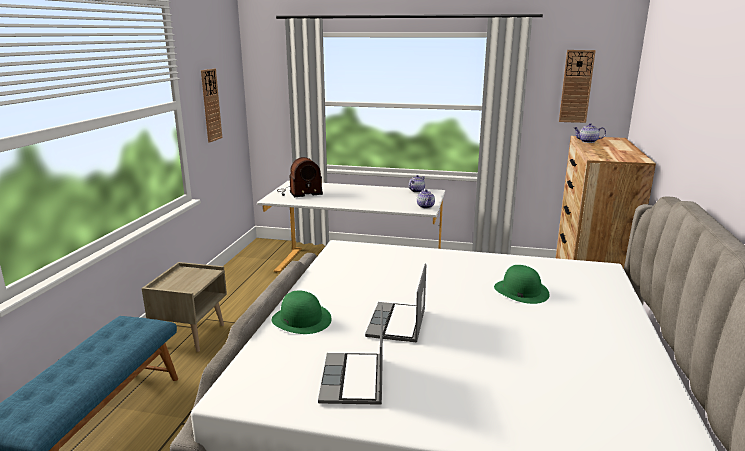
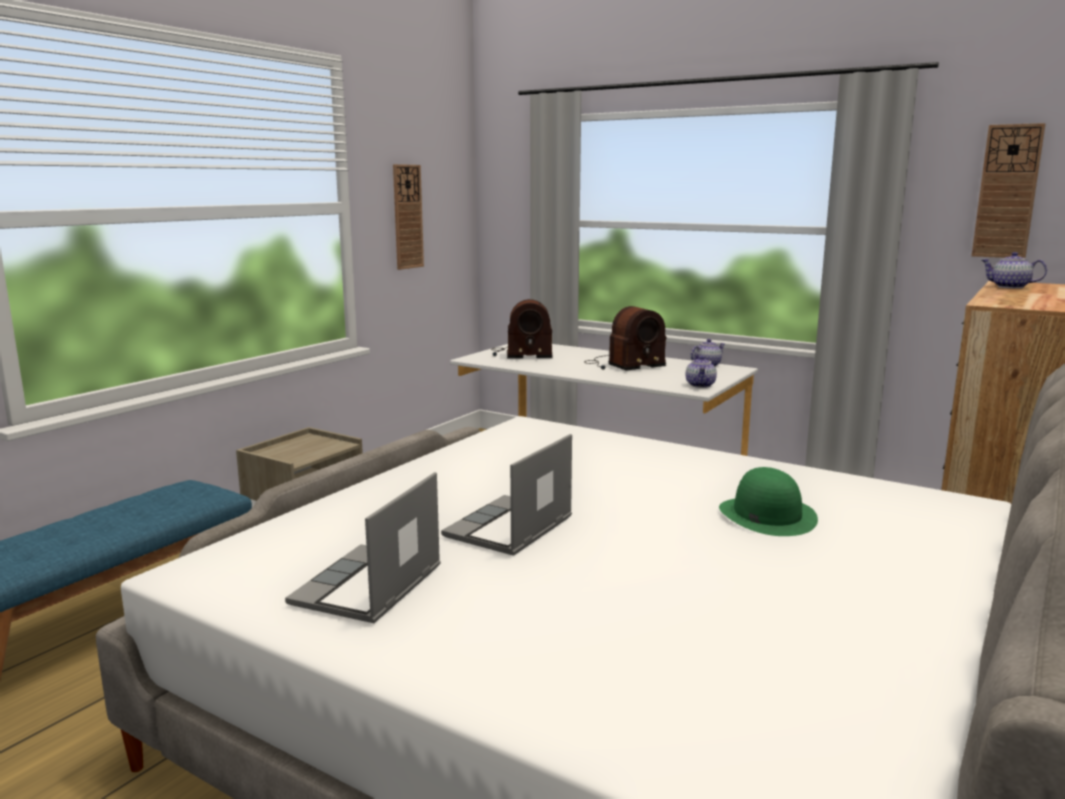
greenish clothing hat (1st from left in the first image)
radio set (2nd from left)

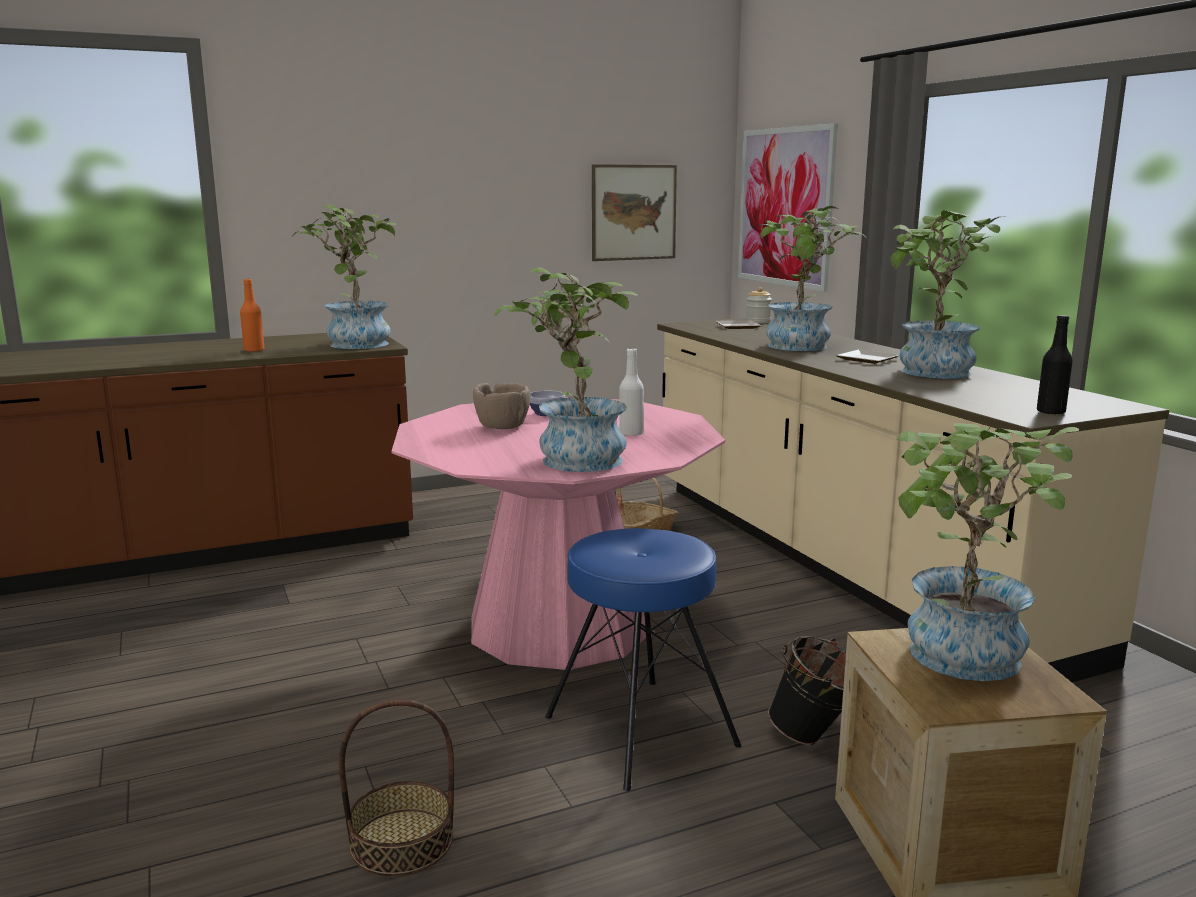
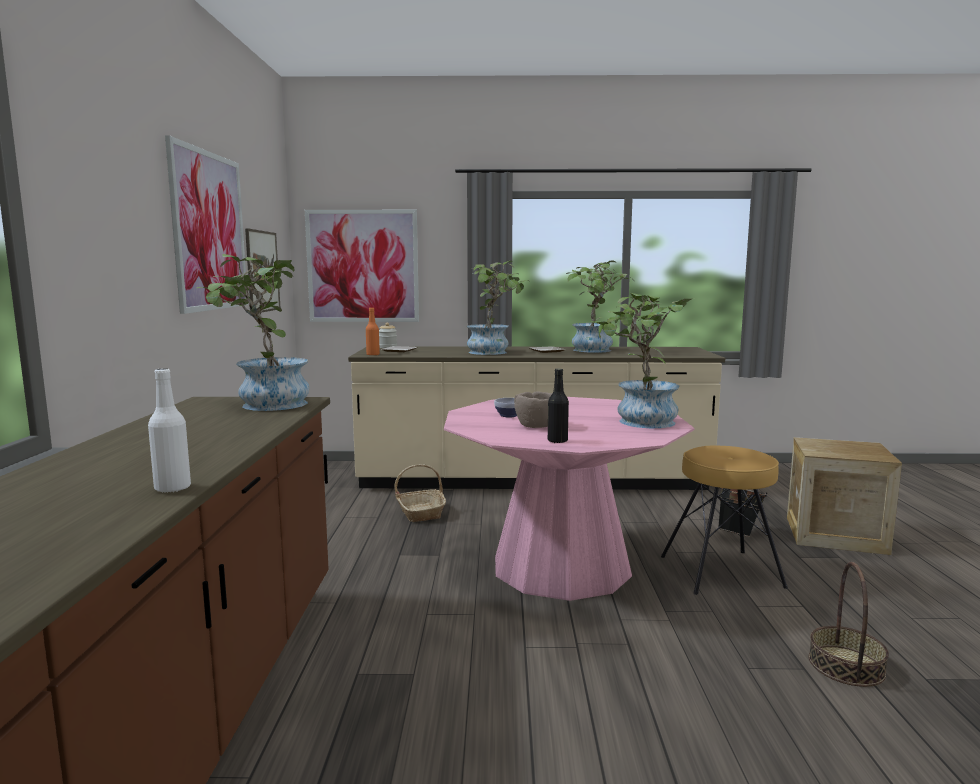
houseplant (5th from left in the first image)
picture (1st from left)
orange-coloured beverage bottle
white-coloured beverage bottle
blackish beverage bottle
brown-coloured stool seat

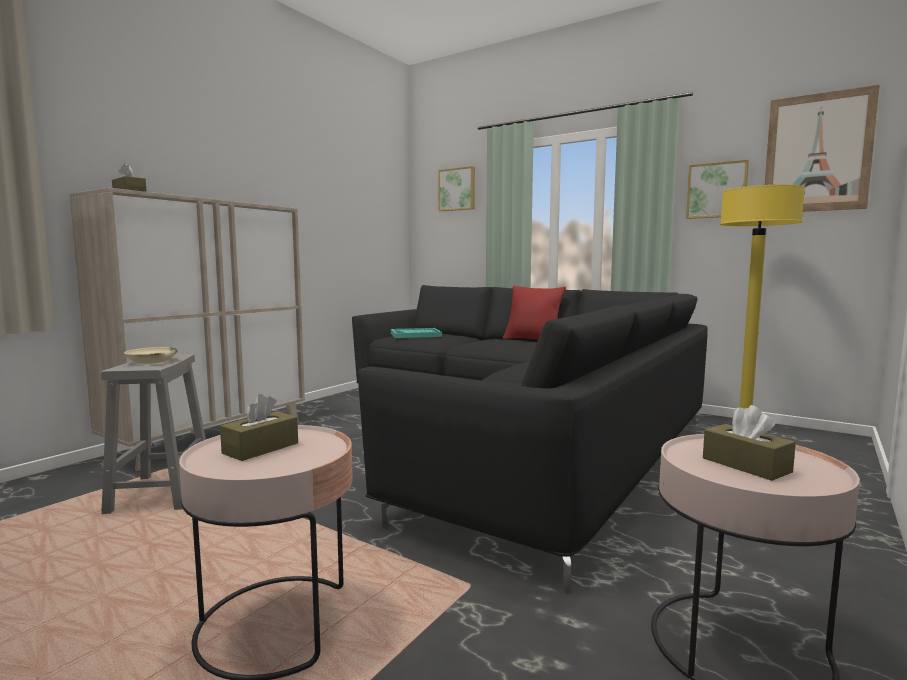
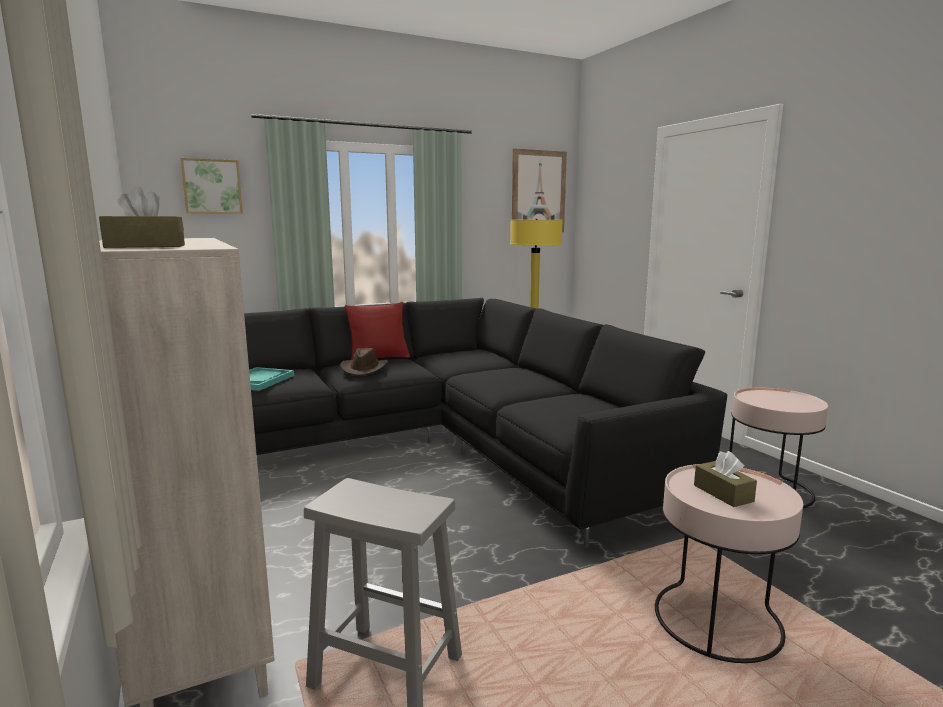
beige-coloured bowl
picture (2nd from left in the first image)
brown-coloured tissue holder (3rd from left in the first image)
brown-coloured clothing hat

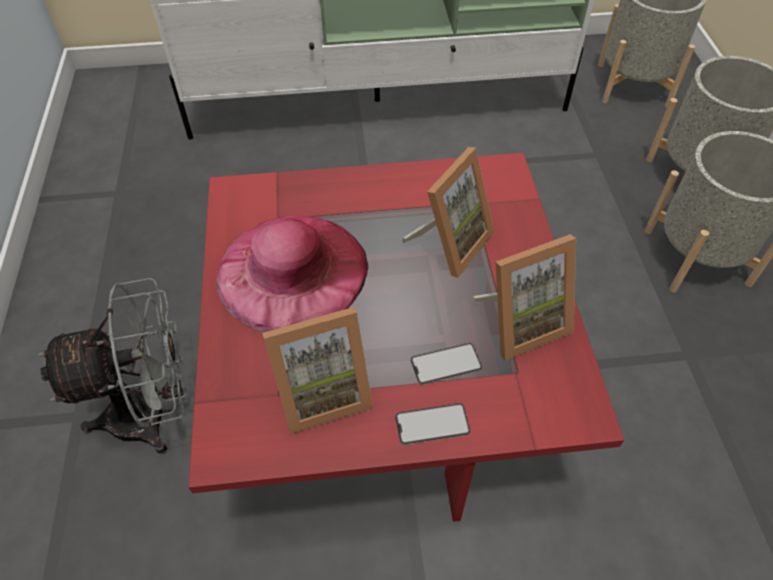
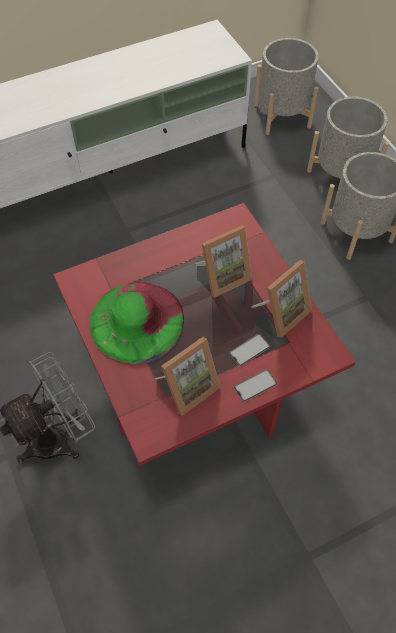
greenish clothing hat
photo frame (2nd from left)

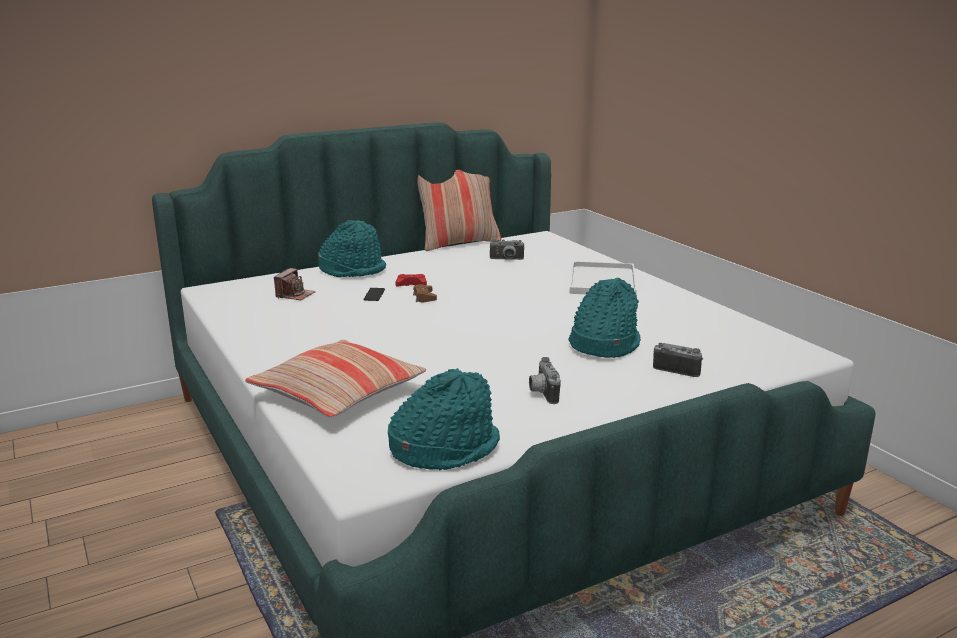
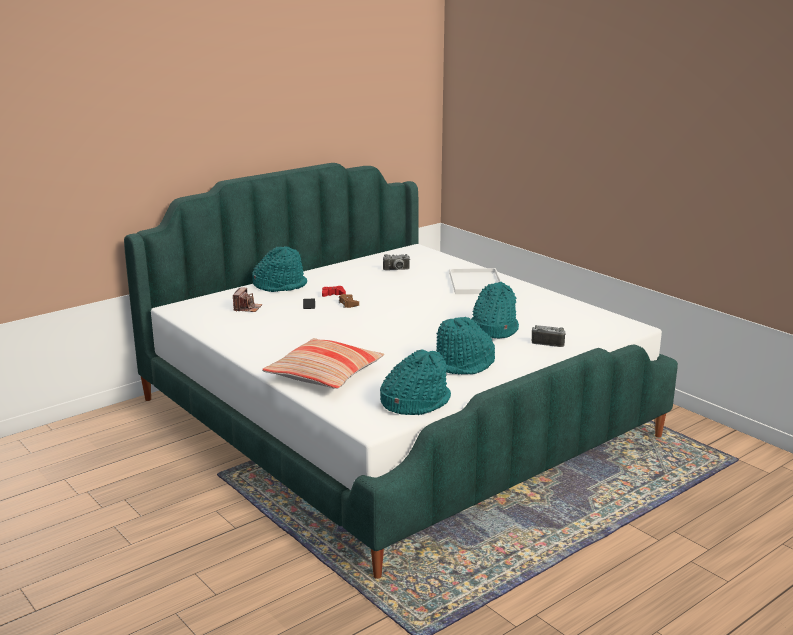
pillow (2nd from left in the first image)
turquoise clothing hat (3rd from left)

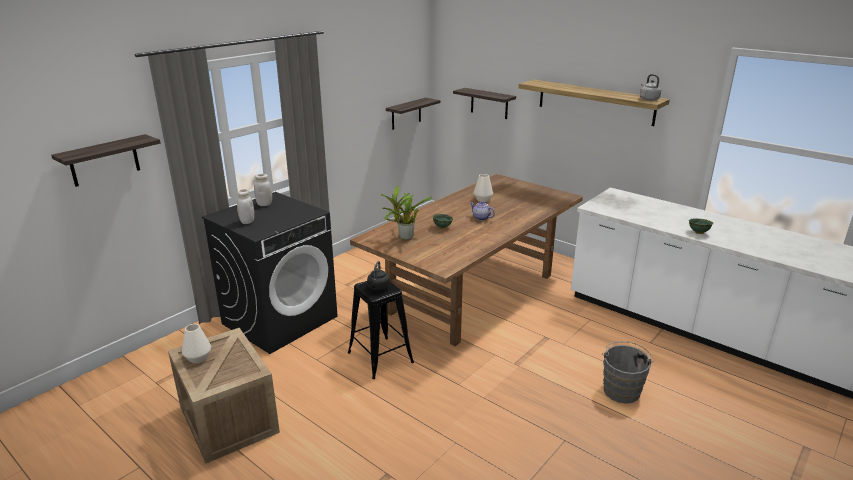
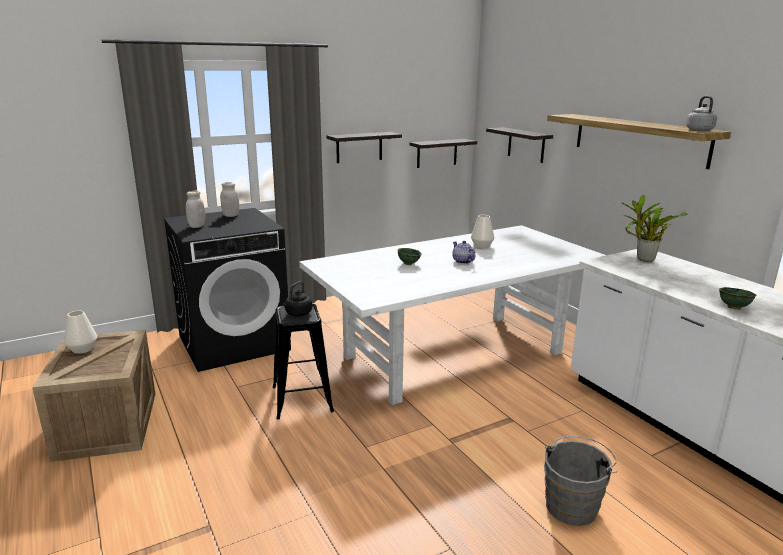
bracket shelf (1st from left)
houseplant
white-coloured dinner table

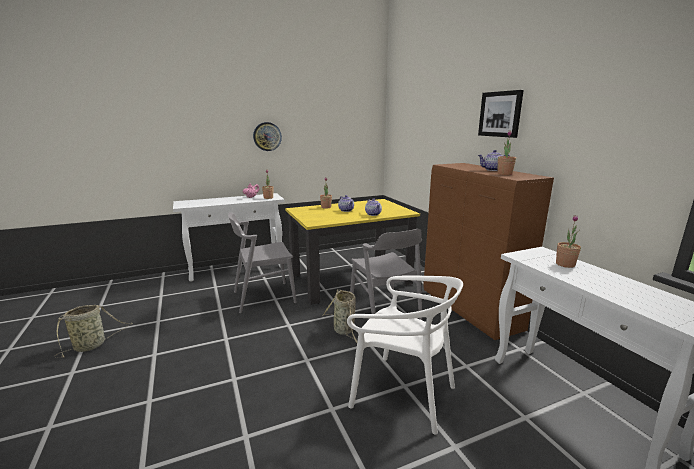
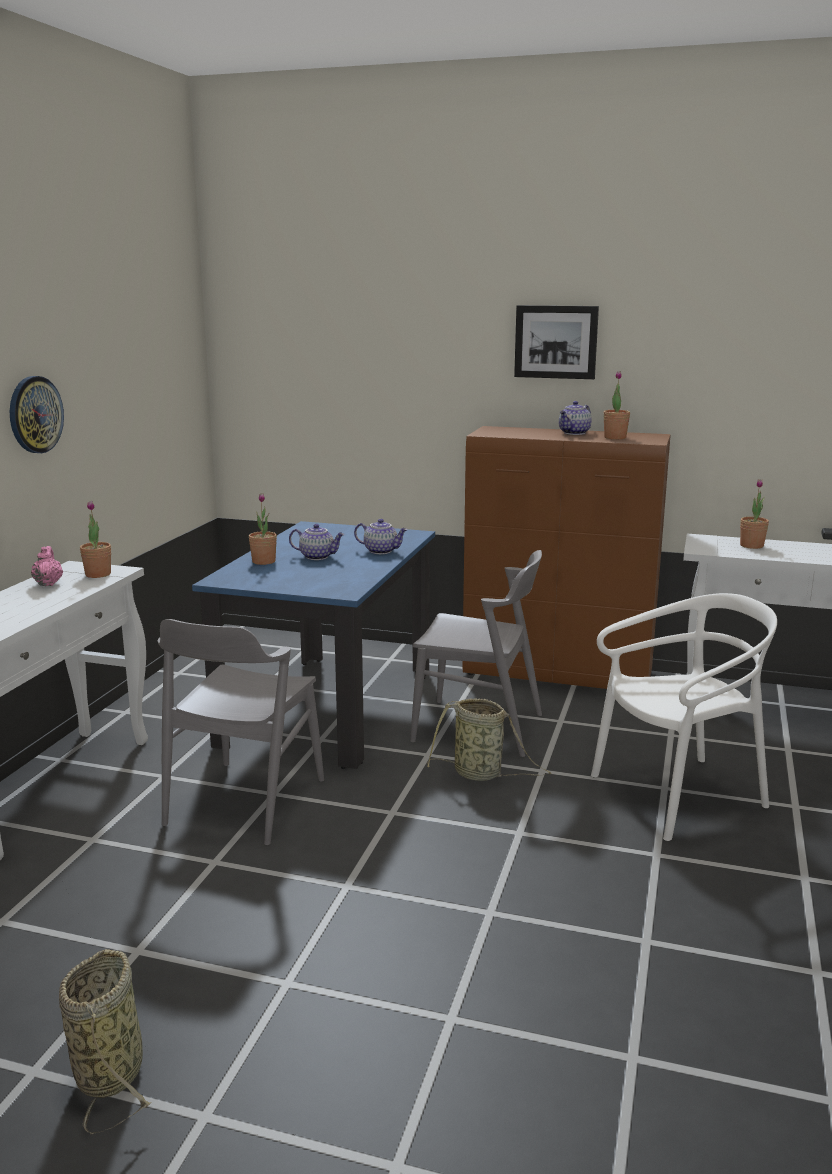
blue dinner table

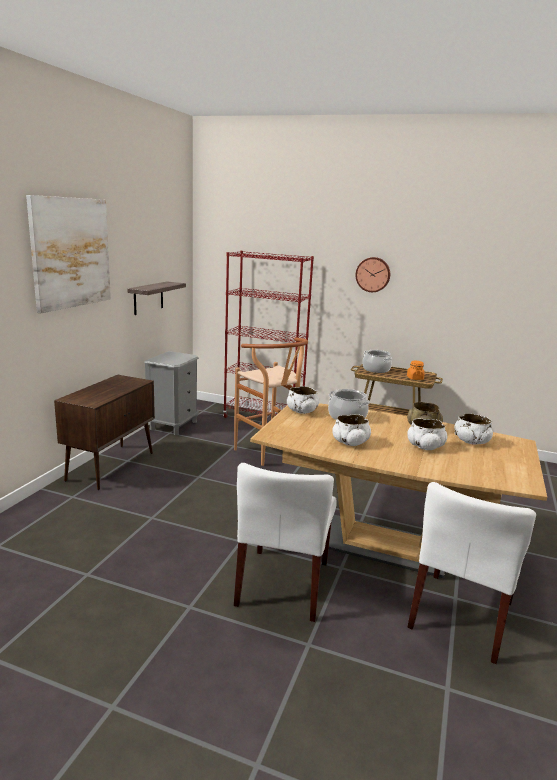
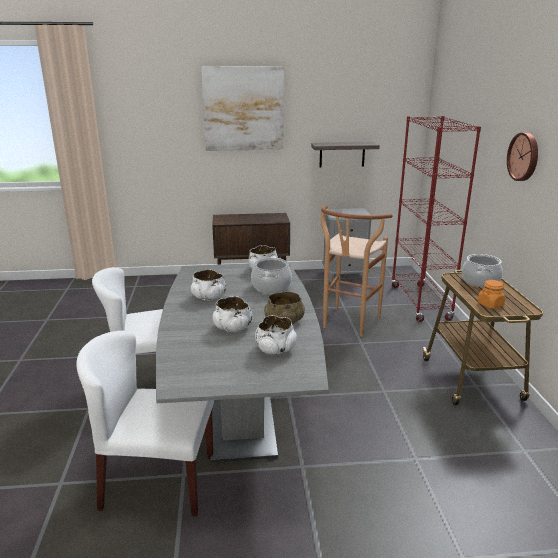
greyish dinner table

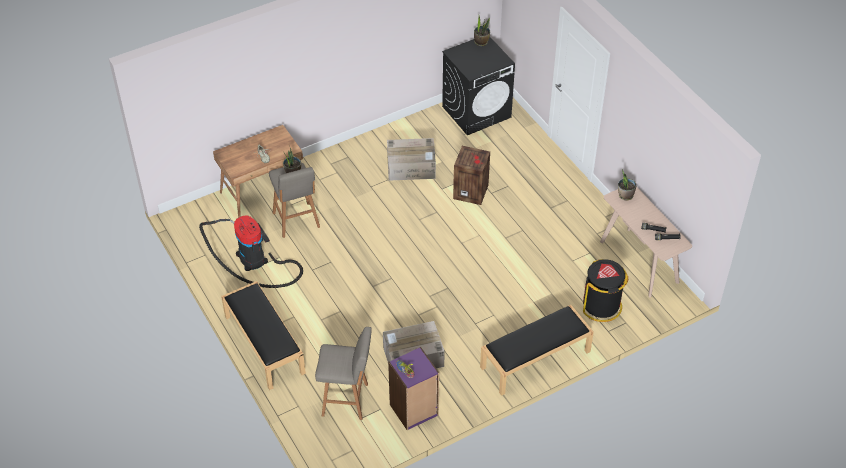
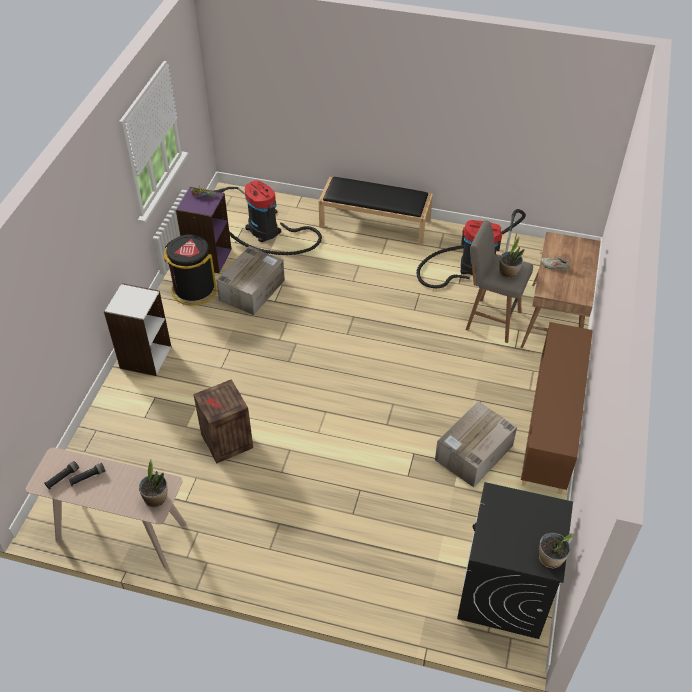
brown-coloured storage cabinet
shipping crate
blackish trash can
vacuum (1st from left)
white-coloured bookshelf

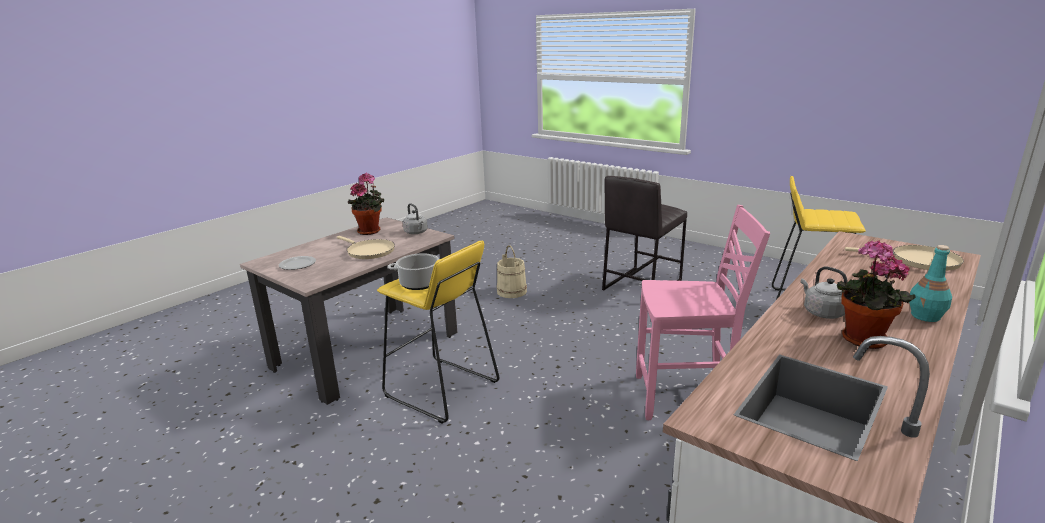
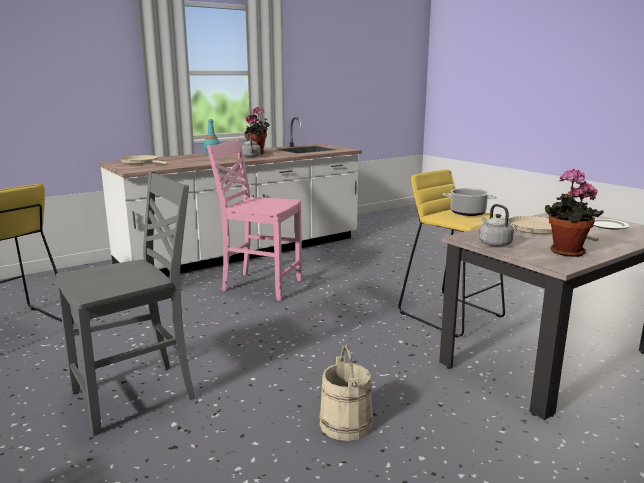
greyish chair

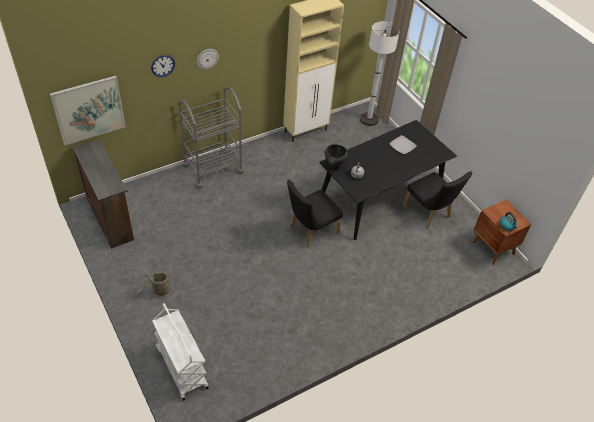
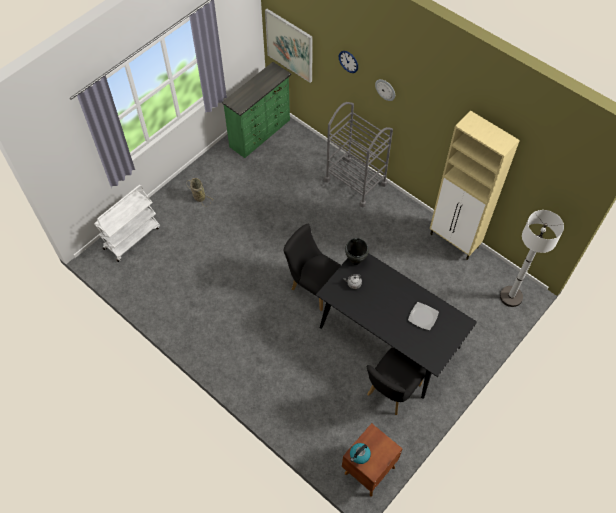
greenish dresser

